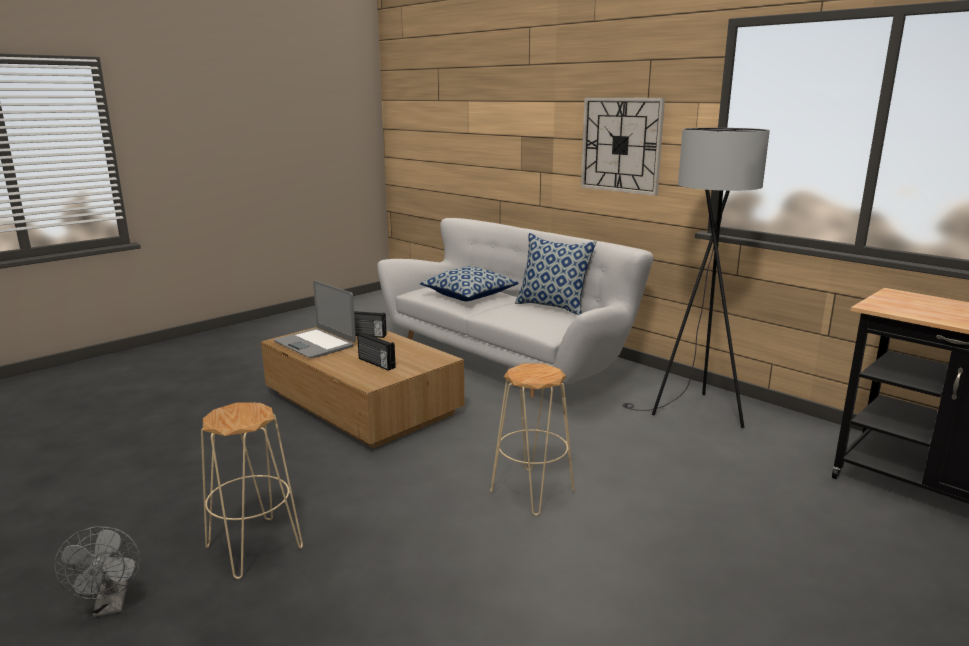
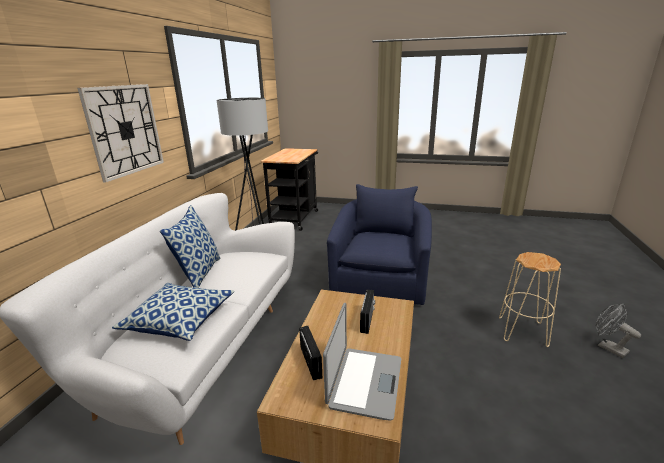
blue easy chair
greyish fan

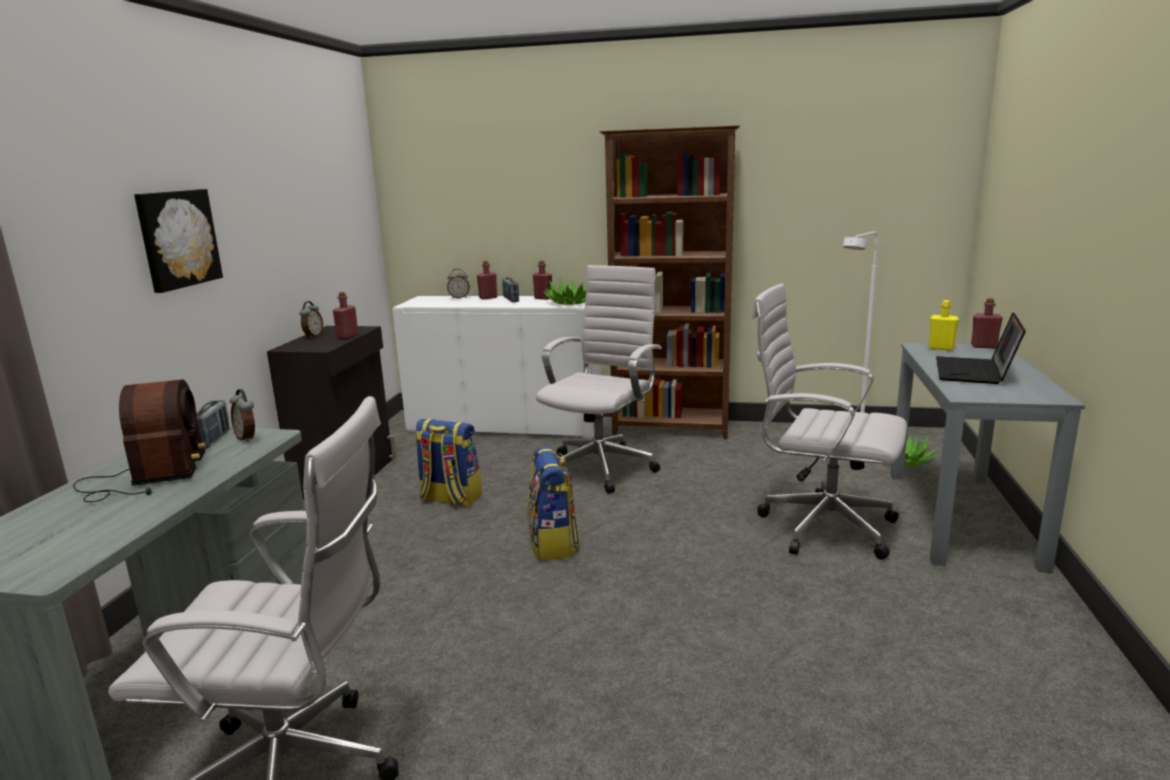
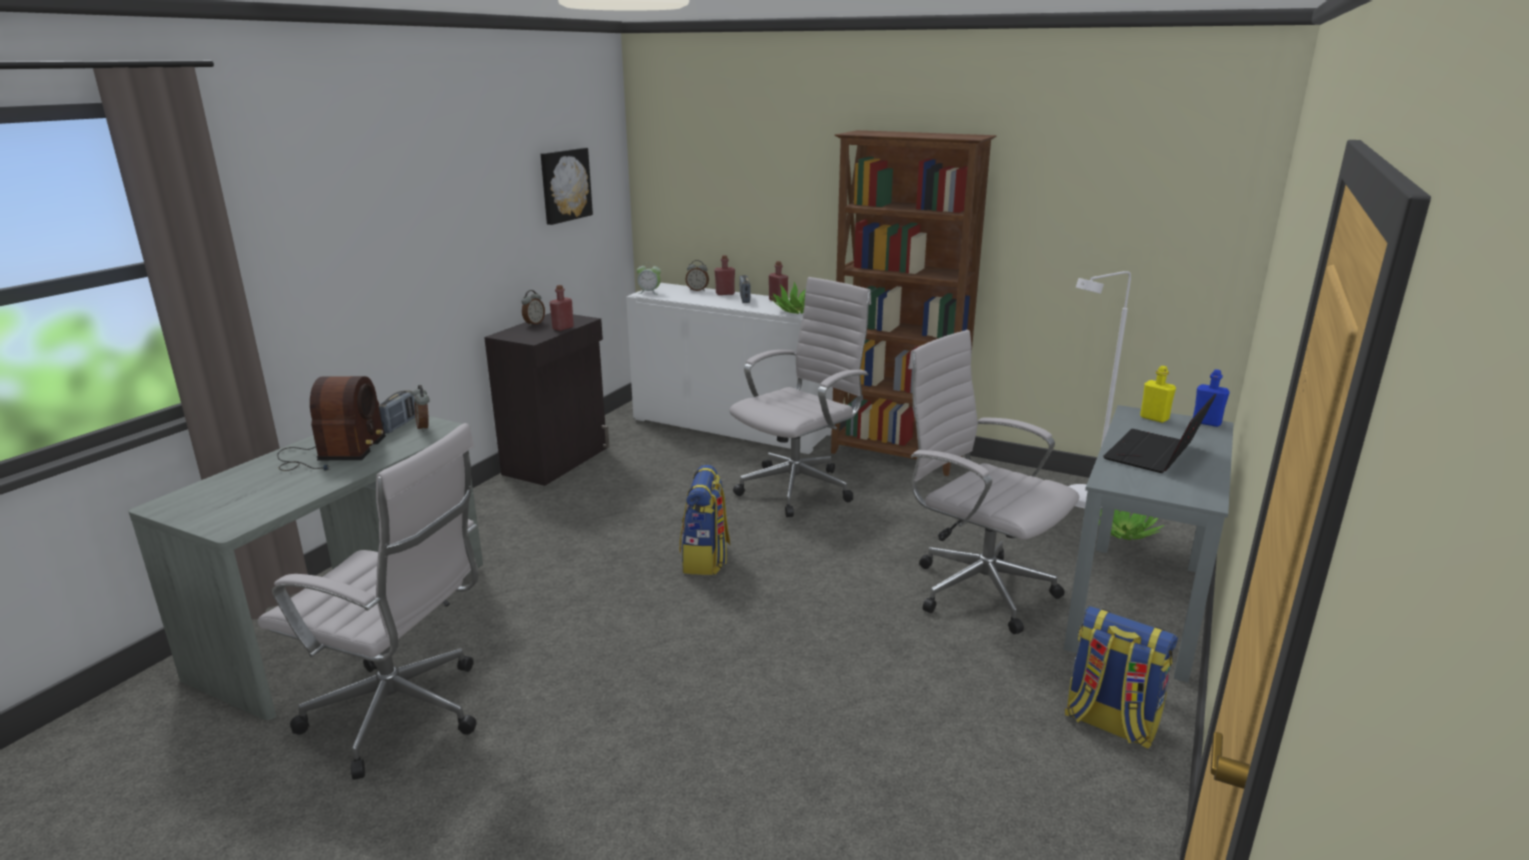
bedside clock (3rd from left)
picture
knapsack (2nd from left)
blue beverage bottle

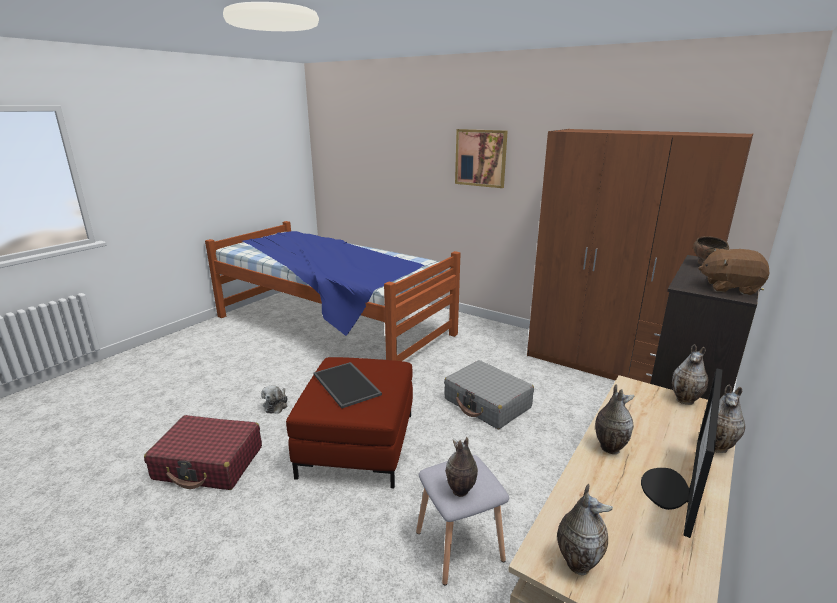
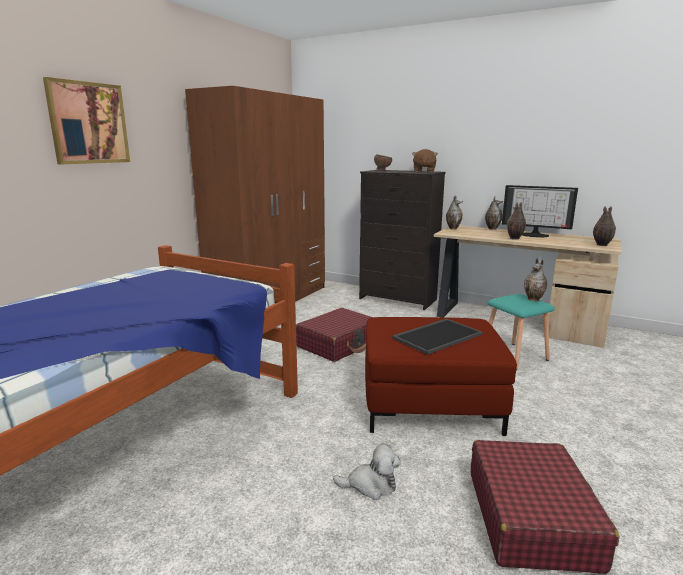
turquoise stool seat
red-coloured piece of luggage (1st from left)

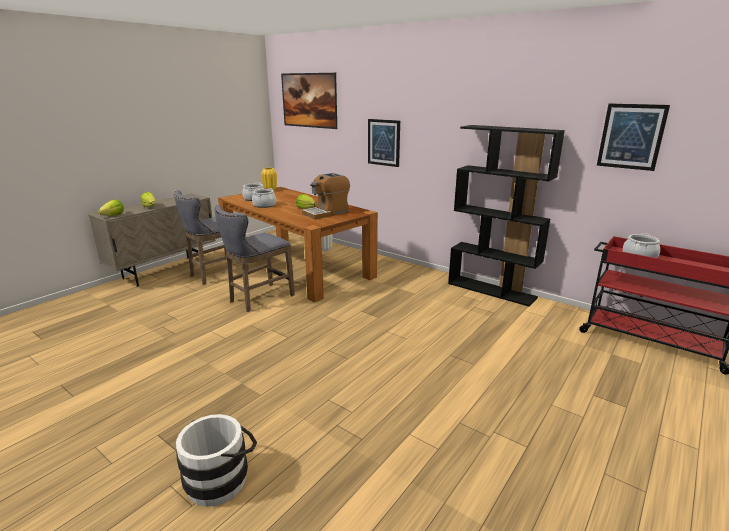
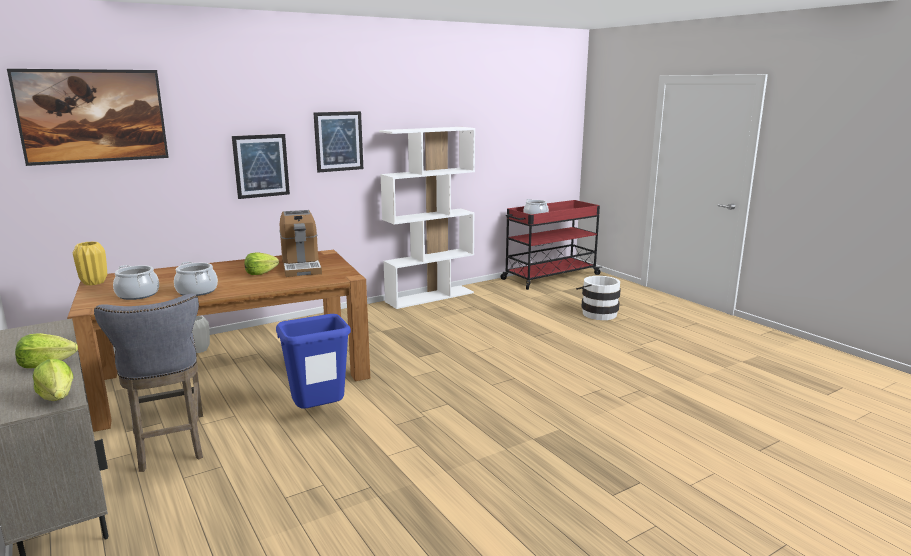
white-coloured water bucket
picture (3rd from left)
blue trash can
white-coloured bookshelf

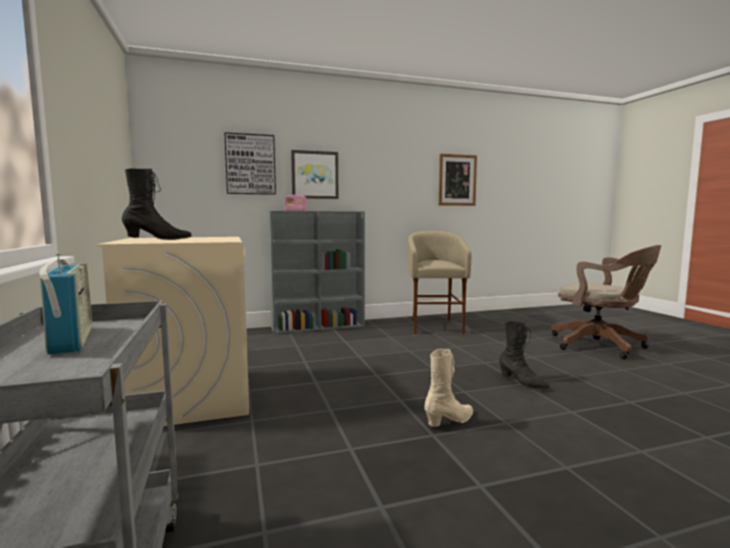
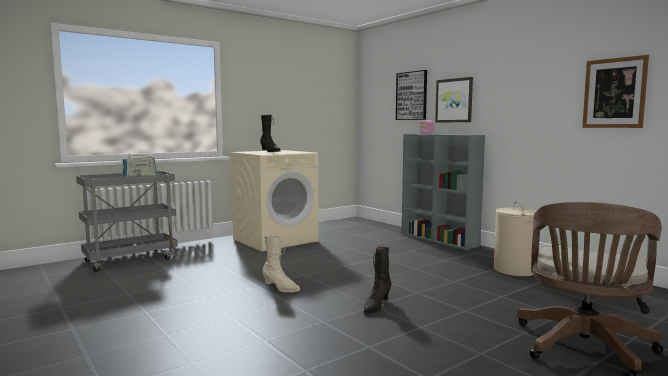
beige-coloured hamper

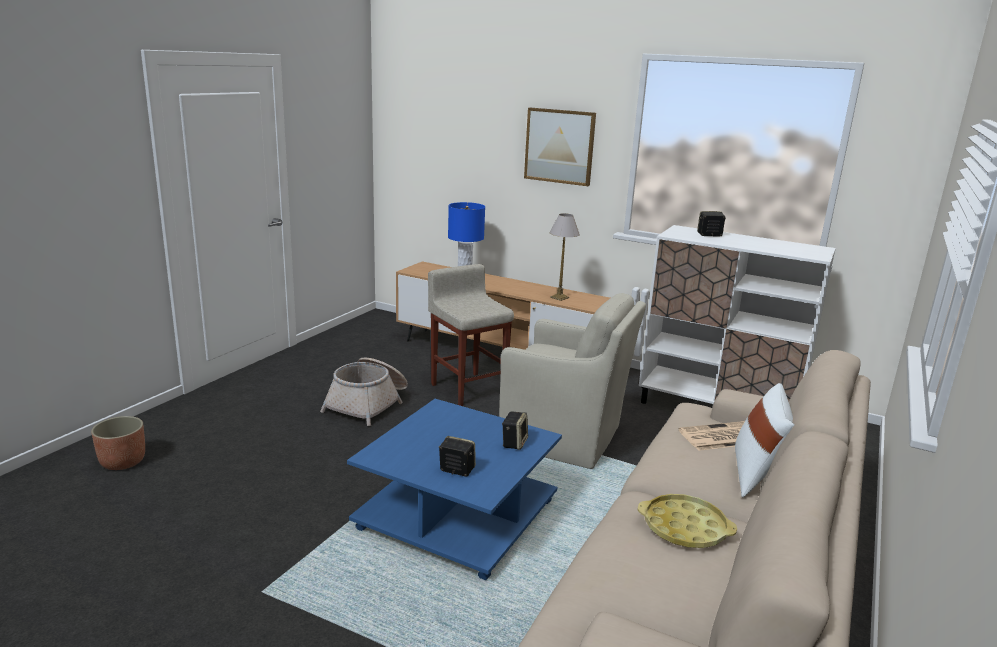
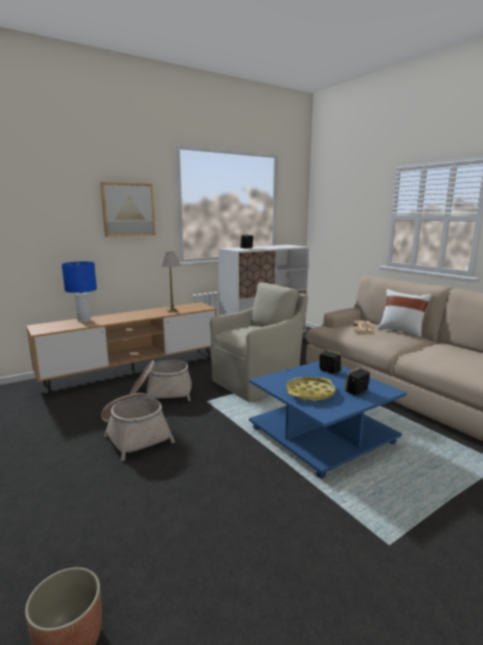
yellowish carrying tray
storage basket (2nd from left)

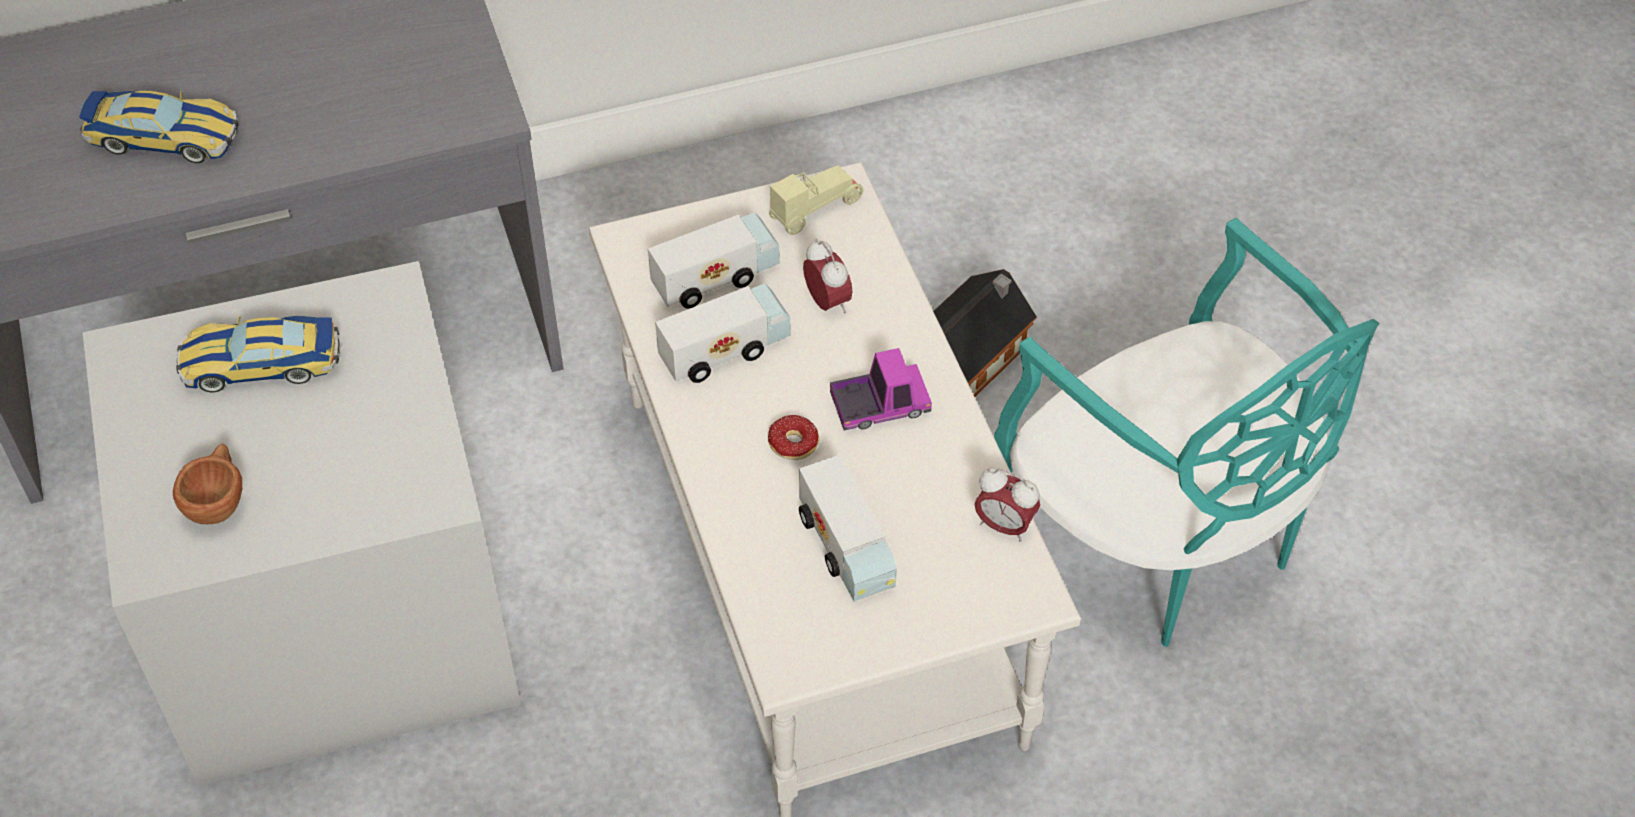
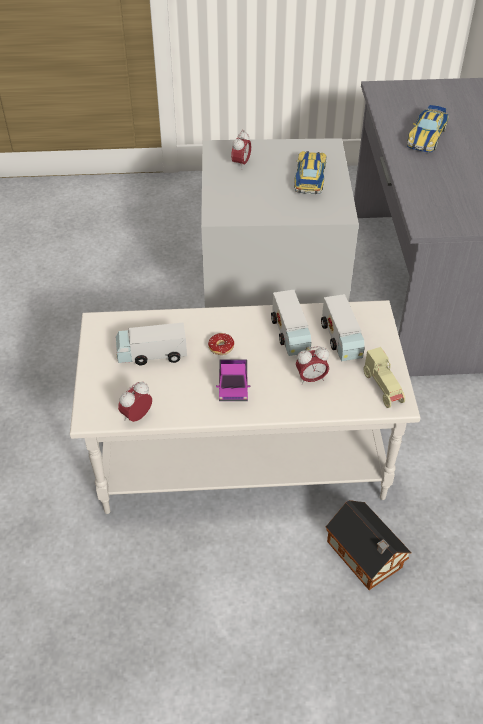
turquoise chair
bedside clock (2nd from left)

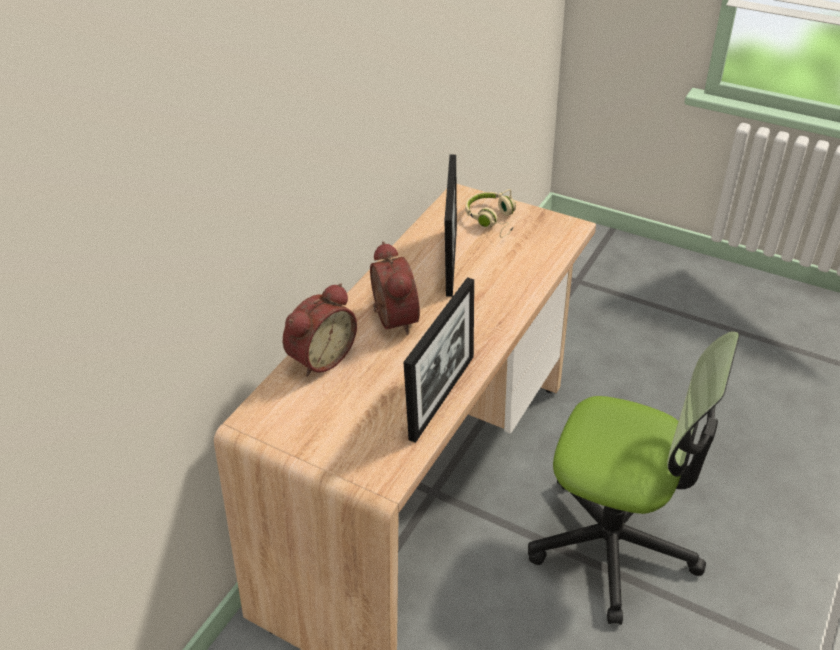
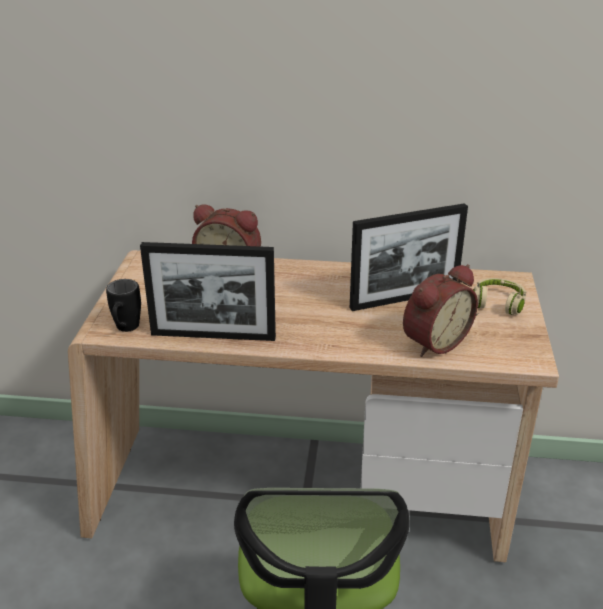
blackish tea mug
bedside clock (2nd from left)

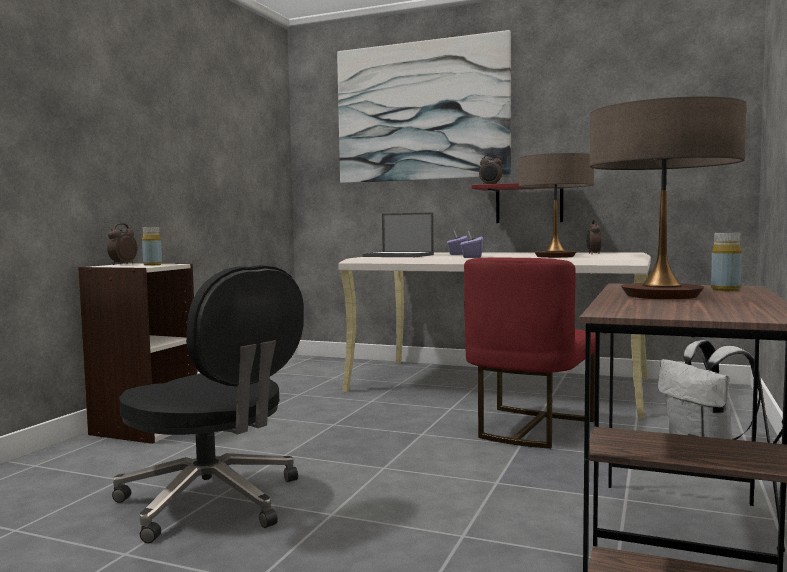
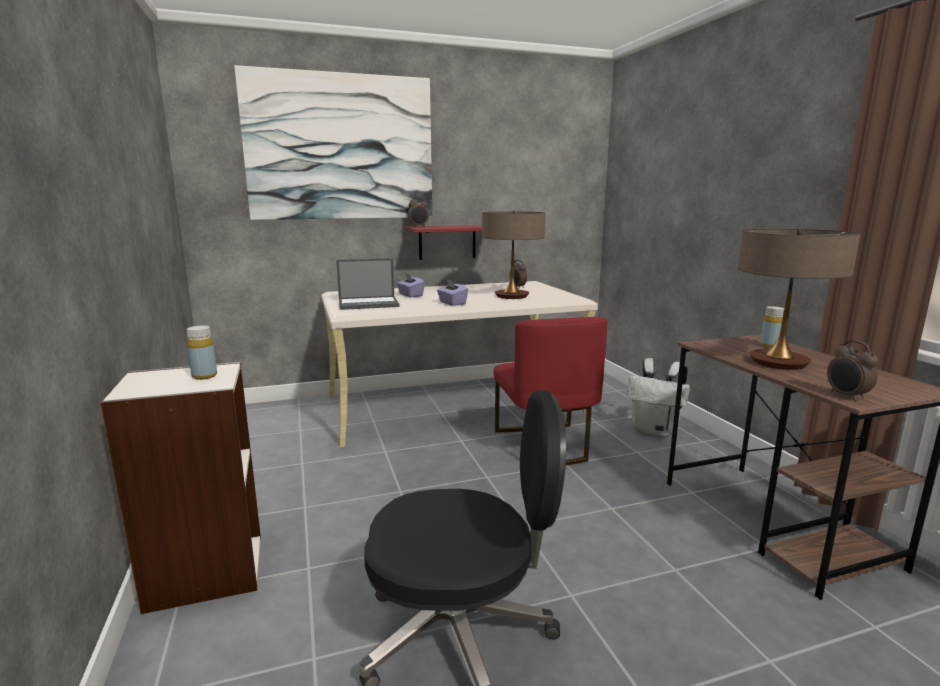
bedside clock (3rd from left)

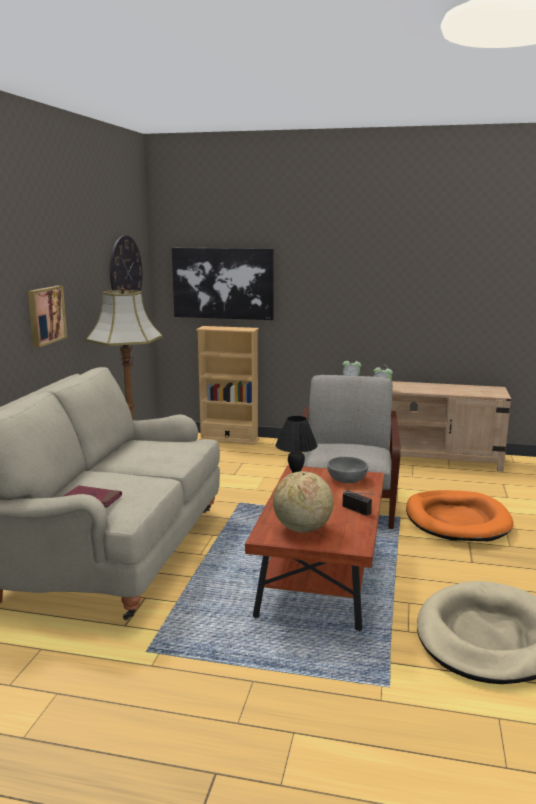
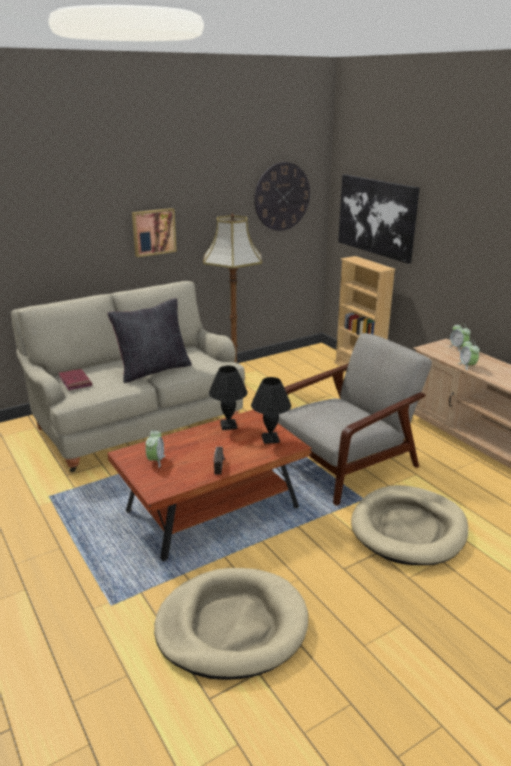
blackish pillow
bedside clock (1st from left)
blackish tabletop lamp (2nd from left)
beige-coloured pet bed (2nd from left)

